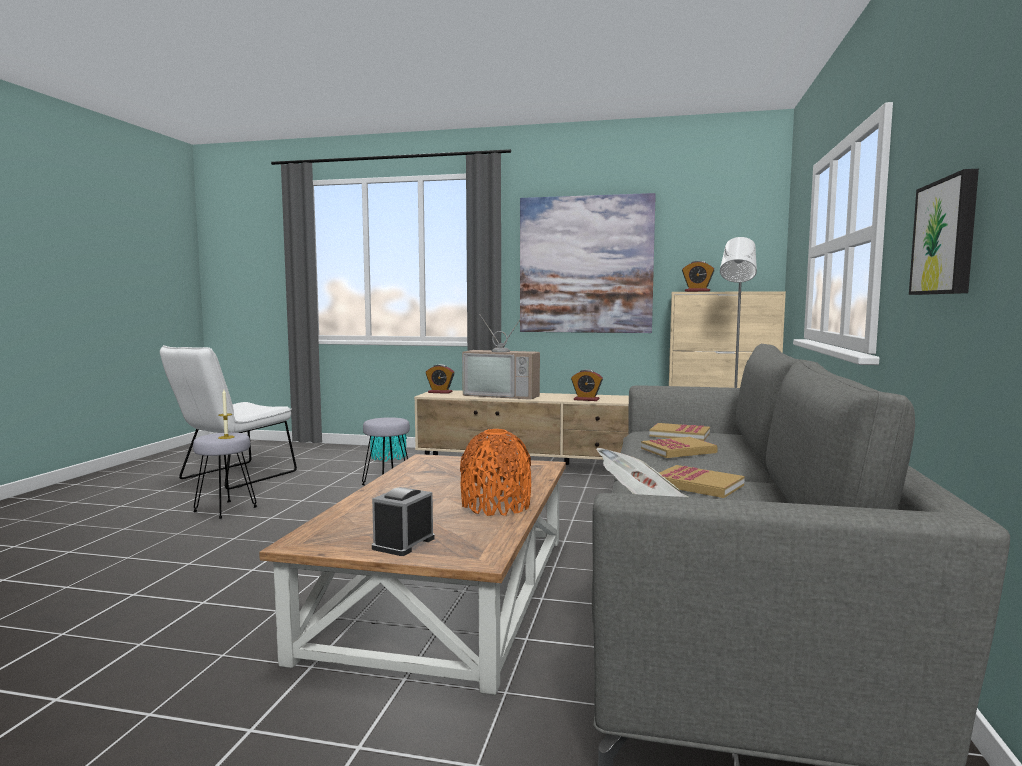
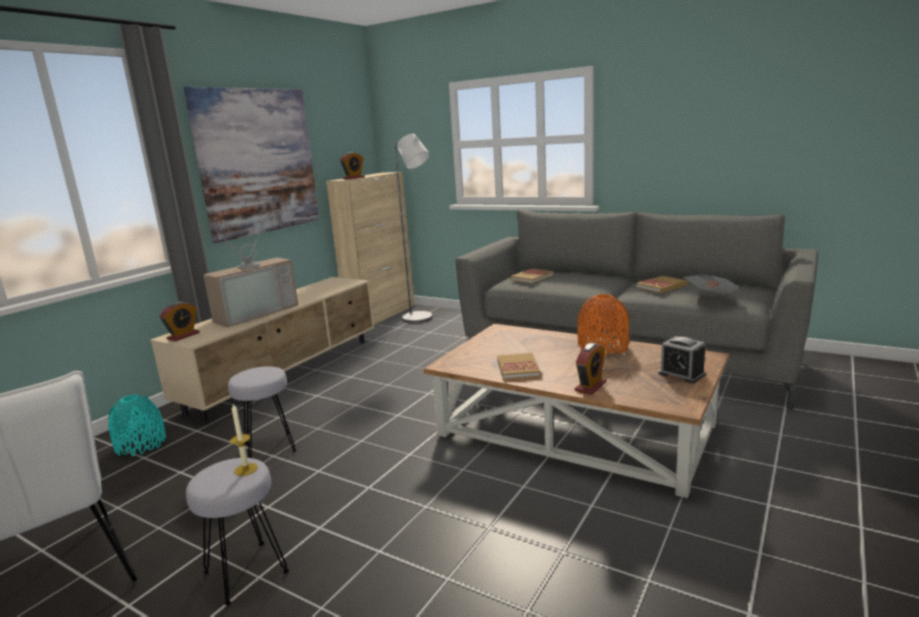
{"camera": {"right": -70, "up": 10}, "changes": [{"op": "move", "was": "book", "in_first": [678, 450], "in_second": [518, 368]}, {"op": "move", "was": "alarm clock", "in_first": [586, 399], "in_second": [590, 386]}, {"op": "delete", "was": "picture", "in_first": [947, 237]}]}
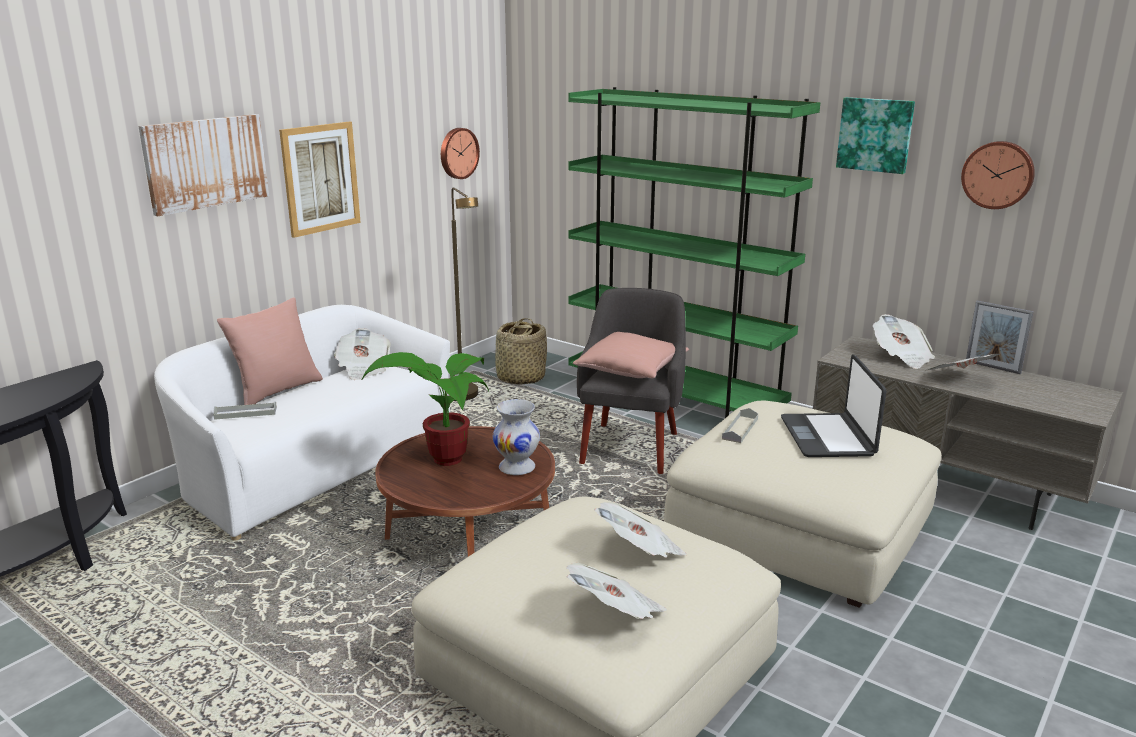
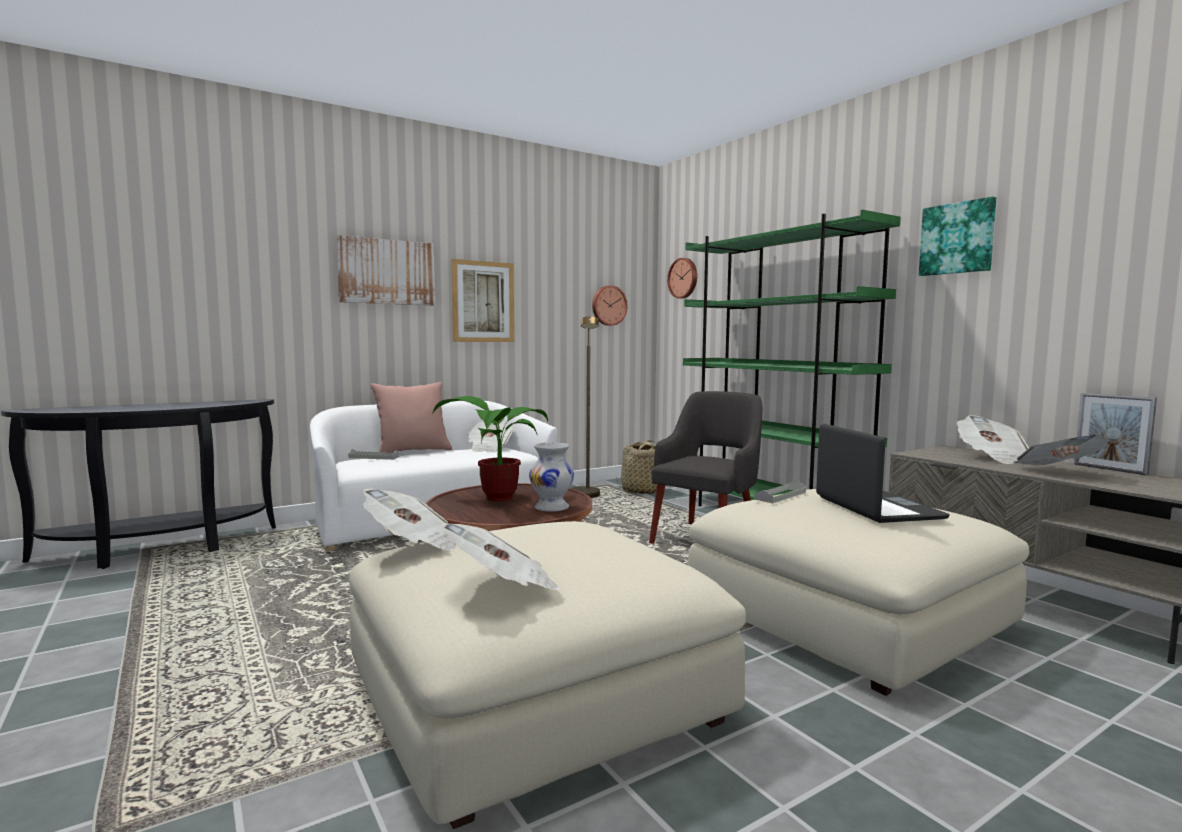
{"camera": {"right": 20, "up": -15}, "changes": [{"op": "move", "was": "newspaper", "in_first": [640, 551], "in_second": [414, 544]}, {"op": "move", "was": "wall clock", "in_first": [998, 174], "in_second": [683, 278]}, {"op": "rotate", "was": "laptop", "in_first": [828, 437], "in_second": [876, 508], "clockwise": 150}, {"op": "delete", "was": "pink pillow", "in_first": [631, 370]}]}
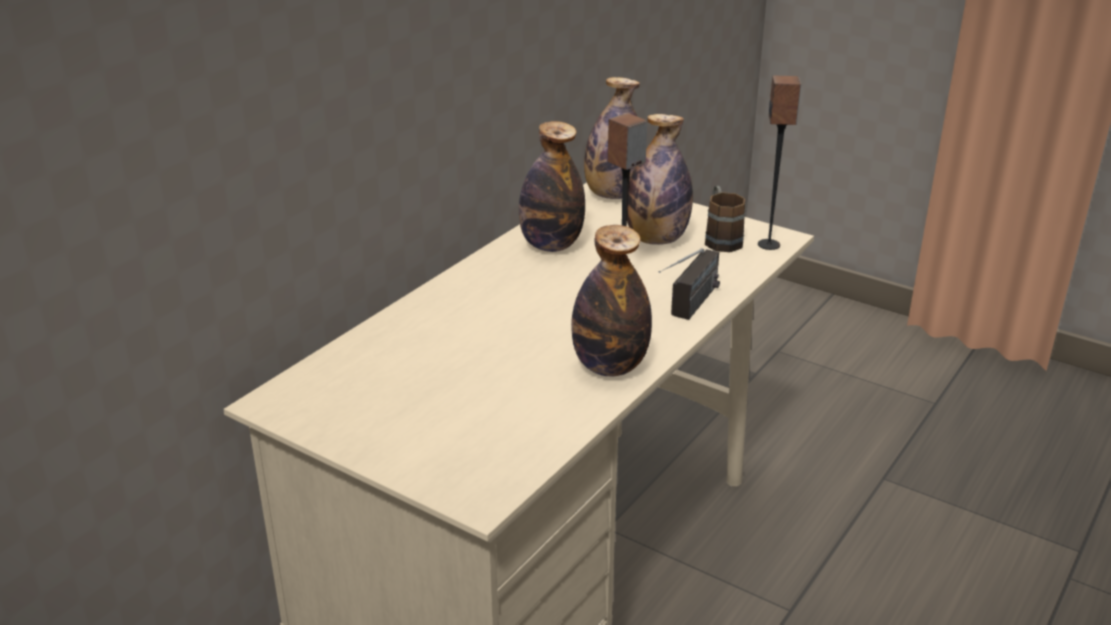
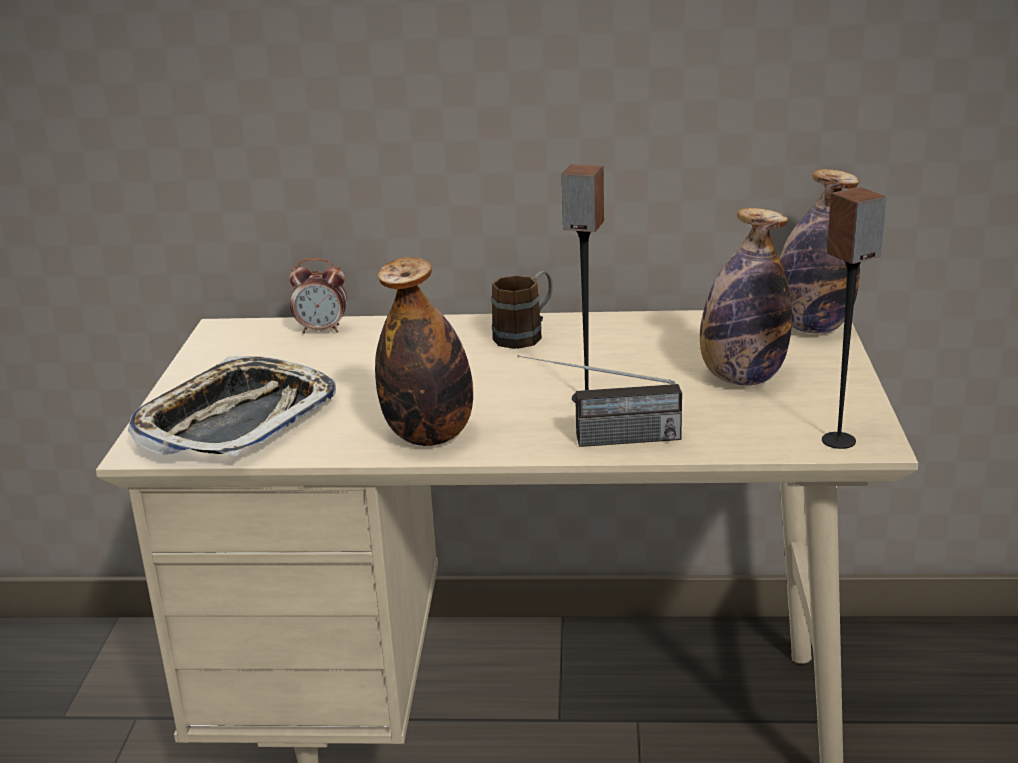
{"camera": {"right": 60, "up": -5}, "changes": [{"op": "insert", "now": "tray", "in_second": [236, 420]}, {"op": "insert", "now": "alarm clock", "in_second": [322, 330]}, {"op": "move", "was": "brown mug", "in_first": [720, 238], "in_second": [526, 335]}, {"op": "delete", "was": "bottle", "in_first": [551, 245]}]}
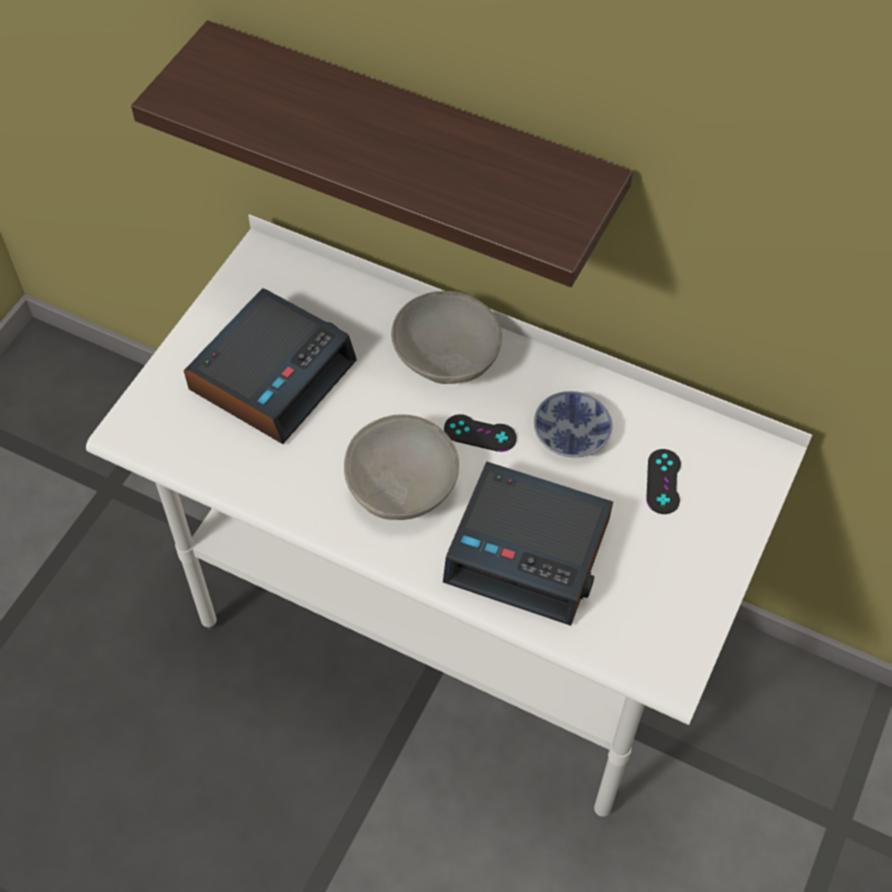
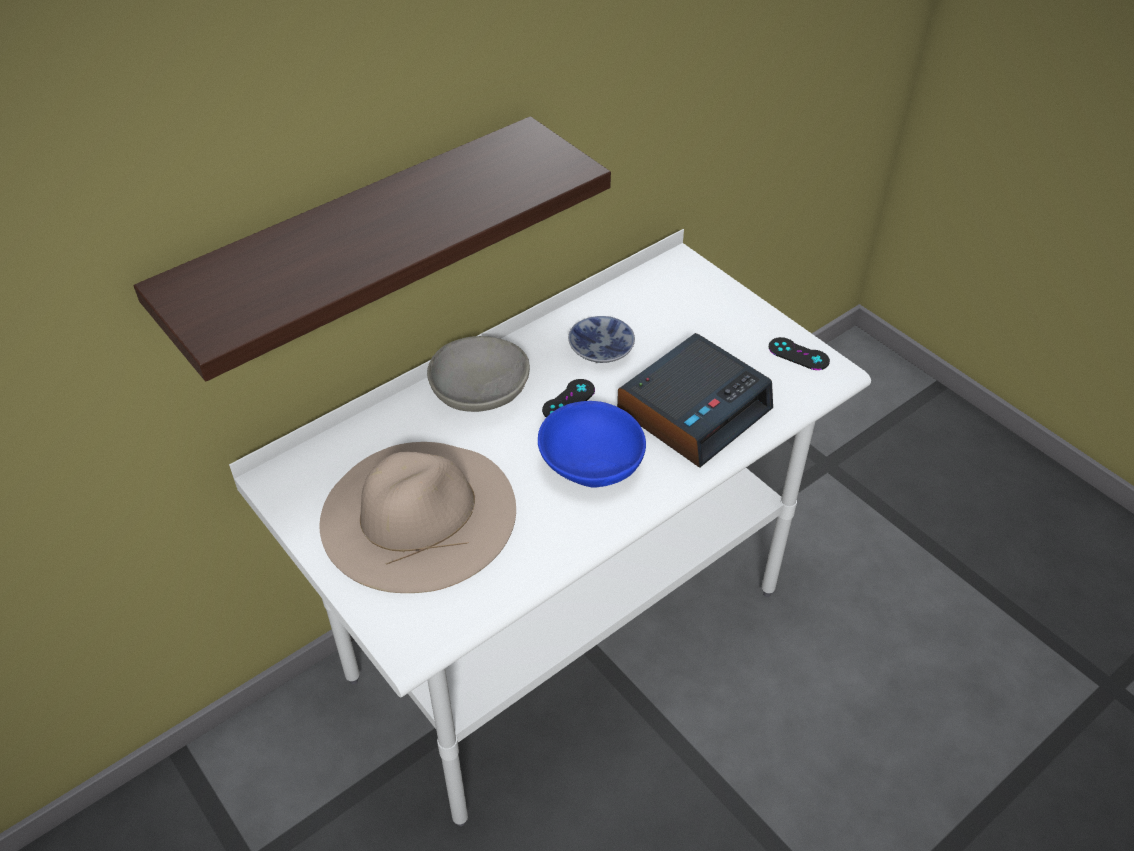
{"camera": {"right": -65, "up": -10}, "changes": [{"op": "replace", "was": "alarm clock", "now": "beige hat", "in_first": [272, 374], "in_second": [418, 514]}, {"op": "recolor", "was": "grey bowl", "now": "blue bowl", "in_first": [403, 486], "in_second": [592, 463]}, {"op": "move", "was": "black game controller", "in_first": [663, 481], "in_second": [798, 354]}]}
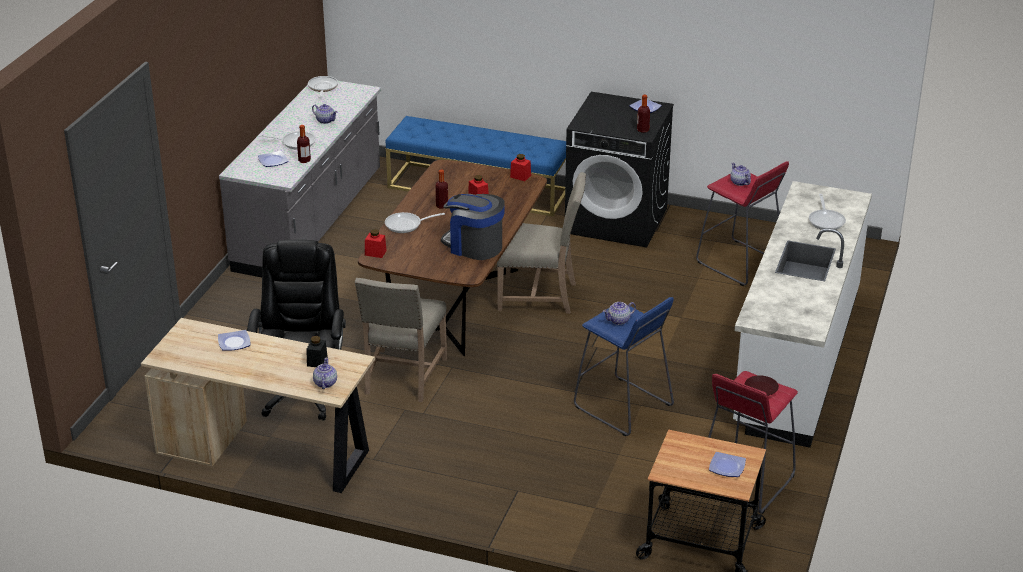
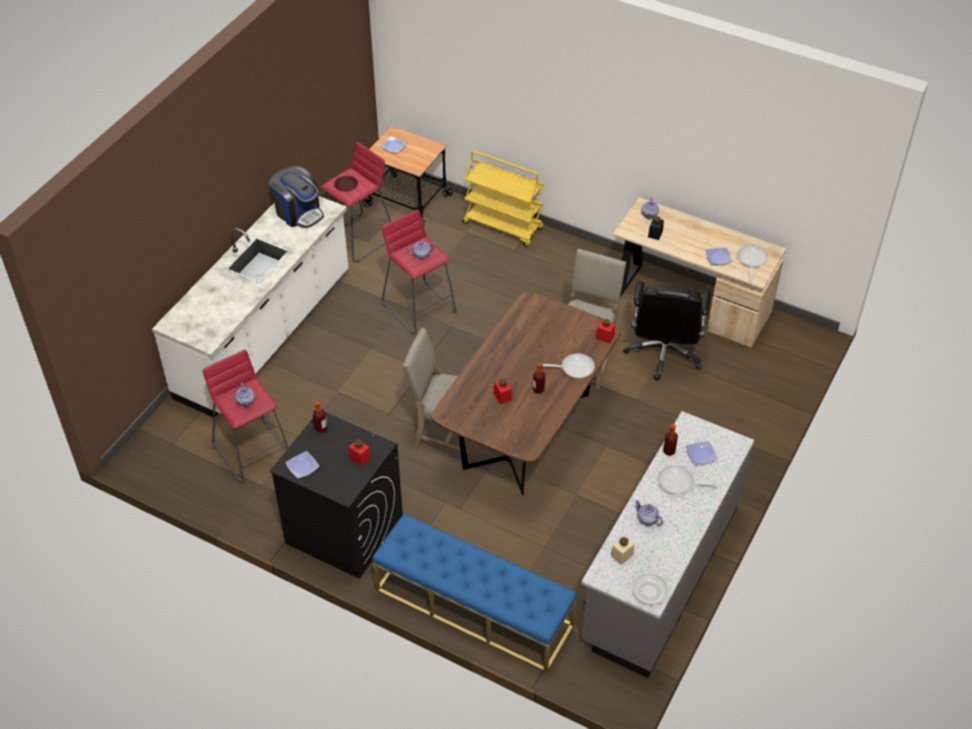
{"camera": {"right": -170, "up": 15}, "changes": [{"op": "move", "was": "coffee machine", "in_first": [474, 246], "in_second": [298, 213]}, {"op": "move", "was": "red jar", "in_first": [520, 176], "in_second": [360, 458]}, {"op": "recolor", "was": "blue stool", "now": "red stool", "in_first": [623, 407], "in_second": [419, 307]}, {"op": "insert", "now": "yellow cart", "in_second": [503, 226]}, {"op": "insert", "now": "beige jar", "in_second": [622, 555]}, {"op": "move", "was": "frying pan", "in_first": [826, 220], "in_second": [751, 260]}]}
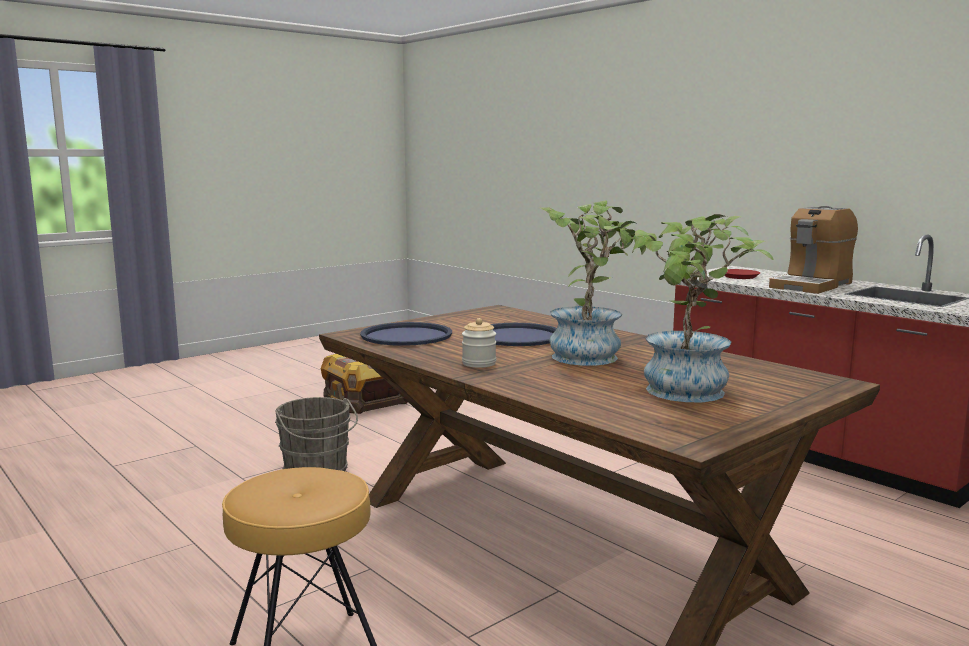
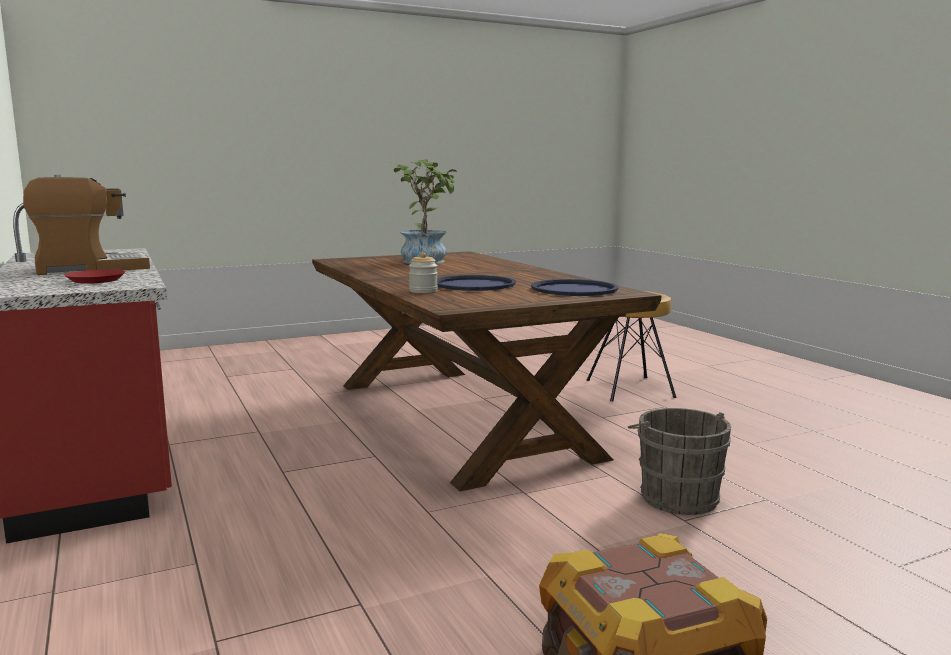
{"camera": {"right": -165, "up": 0}, "changes": [{"op": "move", "was": "jar", "in_first": [479, 363], "in_second": [423, 291]}, {"op": "delete", "was": "potted plant", "in_first": [591, 355]}]}
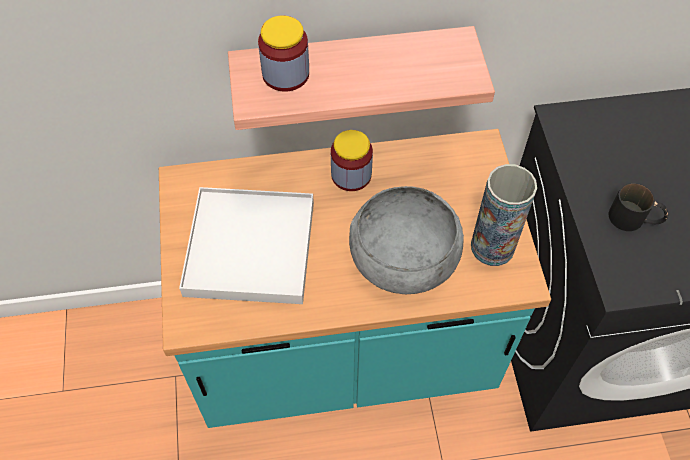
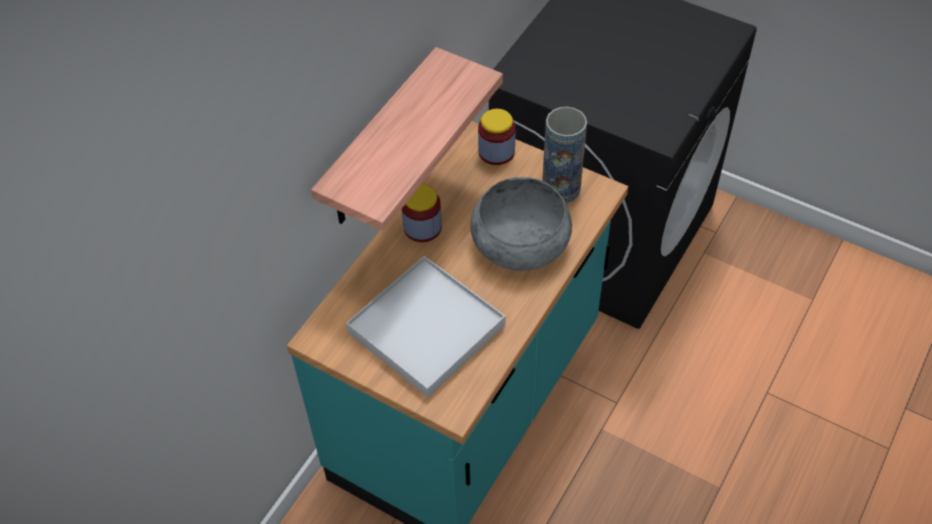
{"camera": {"right": -50, "up": -5}, "changes": [{"op": "move", "was": "jar", "in_first": [285, 74], "in_second": [496, 152]}, {"op": "delete", "was": "black mug", "in_first": [635, 219]}]}
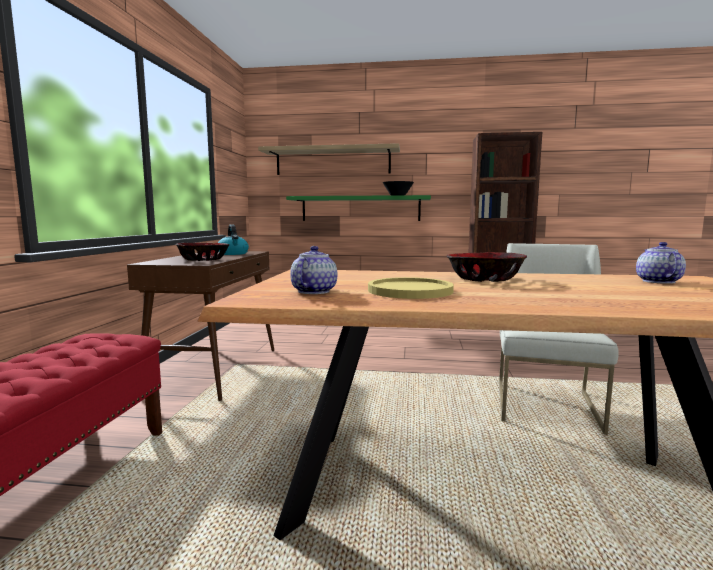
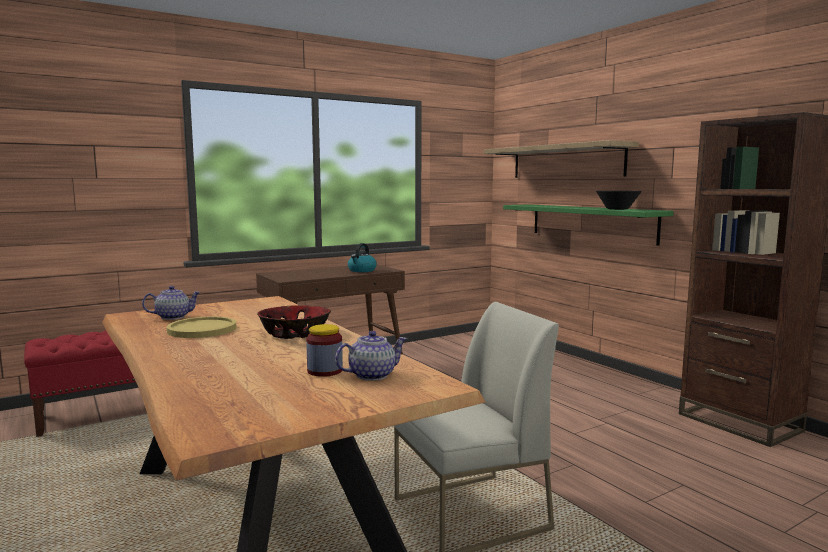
{"camera": {"right": 50, "up": 0}, "changes": [{"op": "insert", "now": "jar", "in_second": [325, 371]}, {"op": "delete", "was": "bowl", "in_first": [204, 259]}]}
